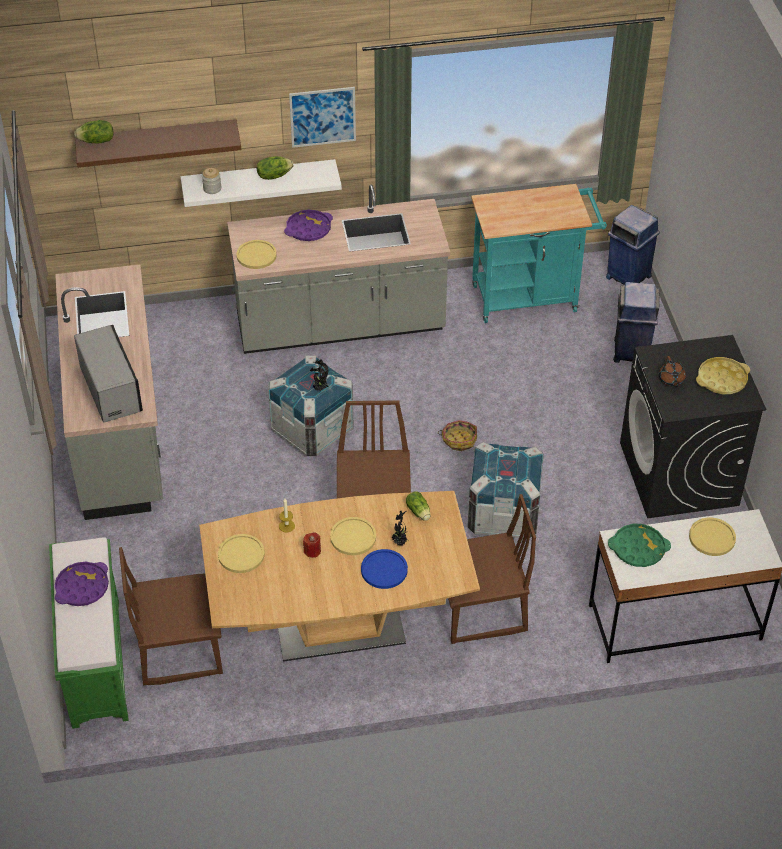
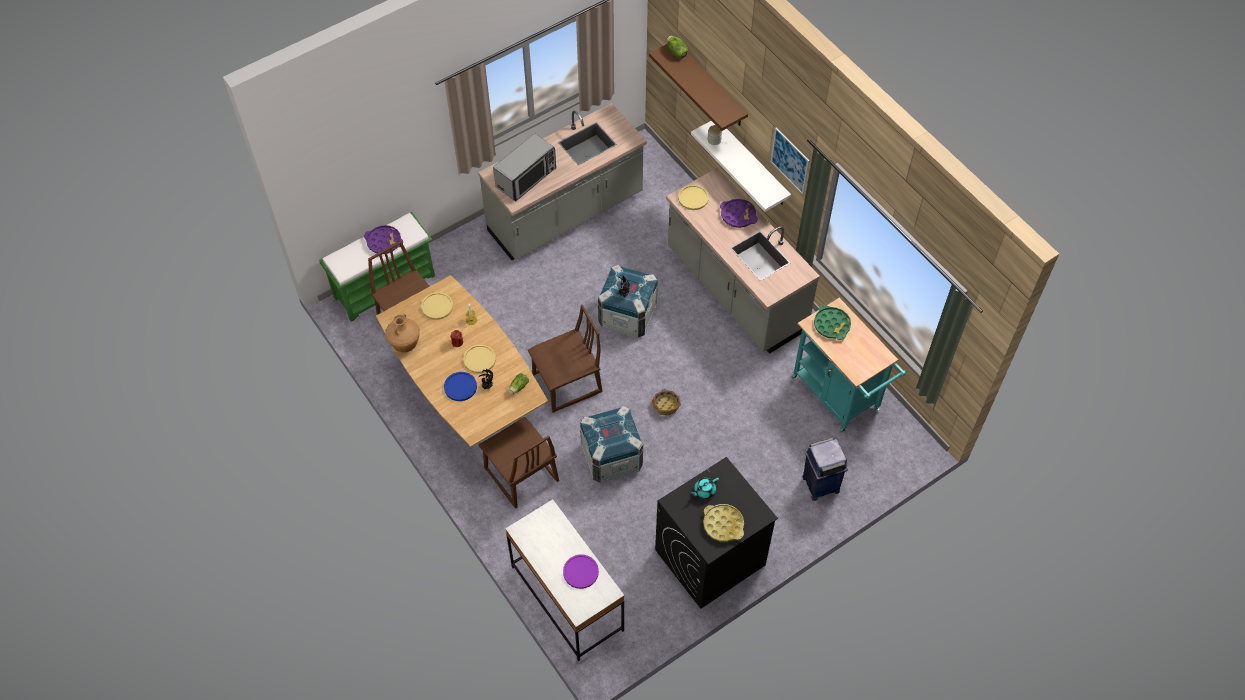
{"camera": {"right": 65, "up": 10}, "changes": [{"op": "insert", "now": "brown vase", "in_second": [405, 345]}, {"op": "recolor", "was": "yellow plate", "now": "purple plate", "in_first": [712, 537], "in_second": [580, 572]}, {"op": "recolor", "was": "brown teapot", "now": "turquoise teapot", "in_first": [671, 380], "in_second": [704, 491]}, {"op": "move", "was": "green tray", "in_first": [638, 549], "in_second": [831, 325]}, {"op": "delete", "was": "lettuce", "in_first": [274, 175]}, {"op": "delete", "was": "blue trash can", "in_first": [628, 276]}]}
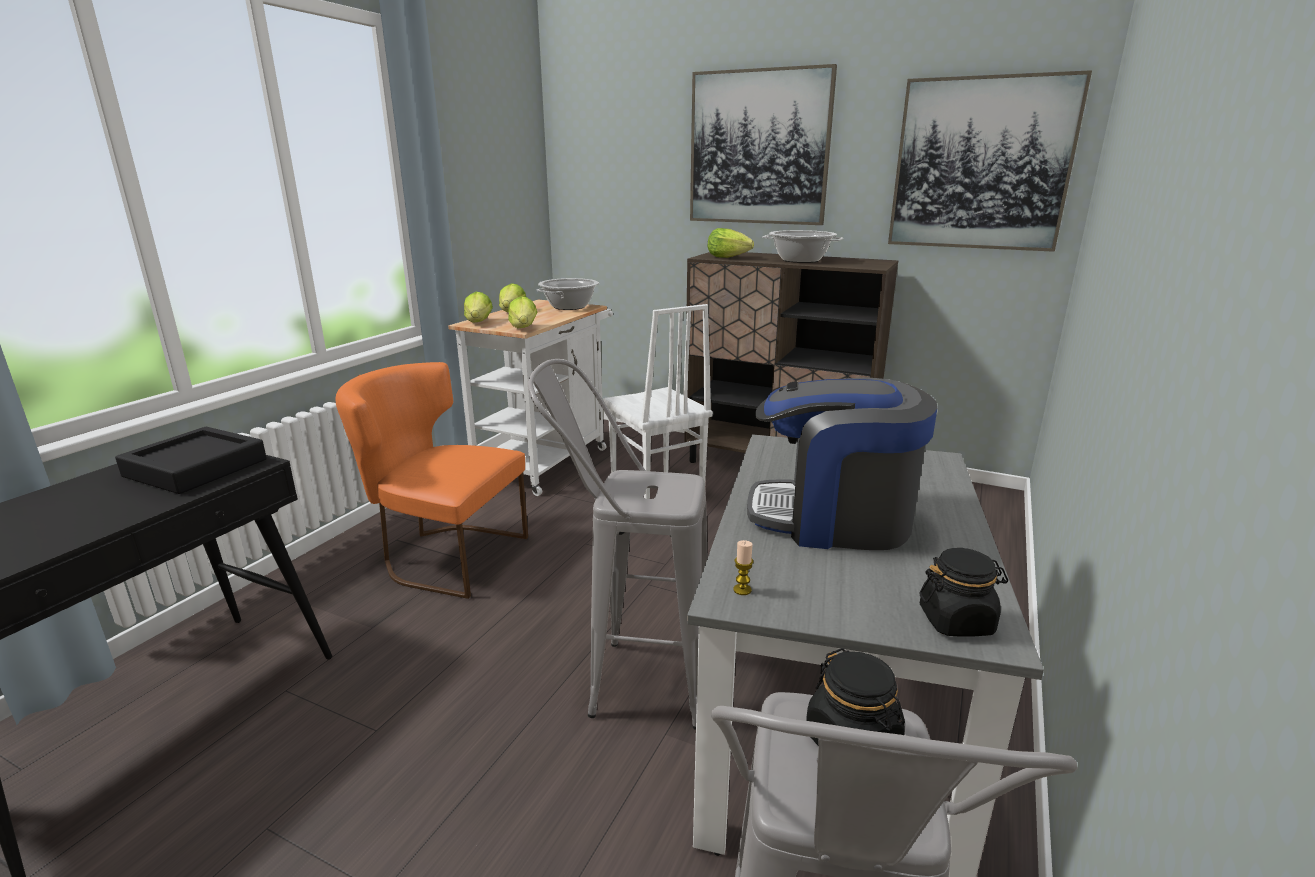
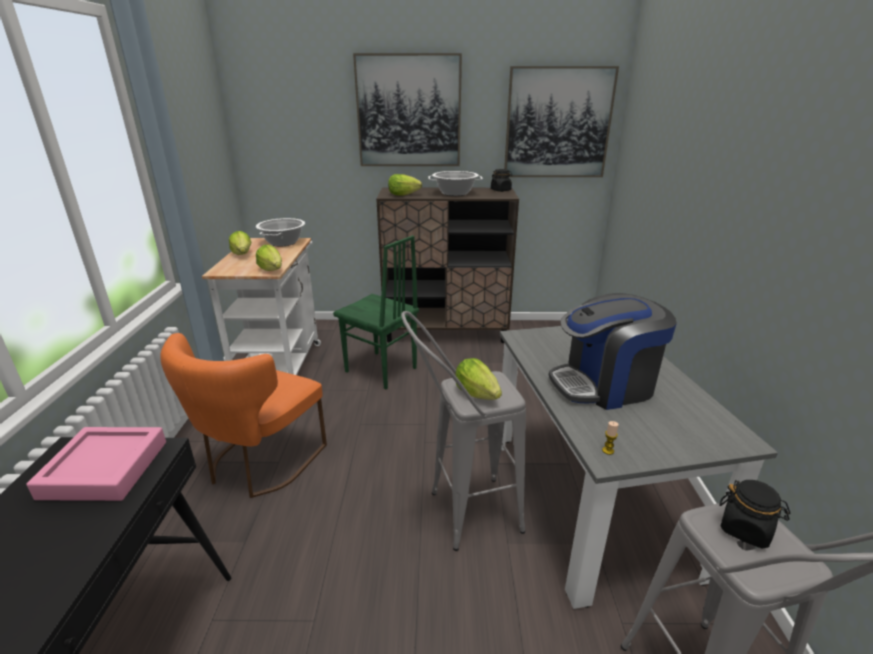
{"camera": {"right": -25, "up": 5}, "changes": [{"op": "recolor", "was": "black tray", "now": "pink tray", "in_first": [196, 468], "in_second": [105, 469]}, {"op": "rotate", "was": "orange chair", "in_first": [445, 556], "in_second": [259, 464], "clockwise": -60}, {"op": "recolor", "was": "white chair", "now": "green chair", "in_first": [656, 491], "in_second": [380, 370]}, {"op": "move", "was": "lettuce", "in_first": [479, 322], "in_second": [477, 393]}, {"op": "move", "was": "black jar", "in_first": [956, 621], "in_second": [501, 190]}]}
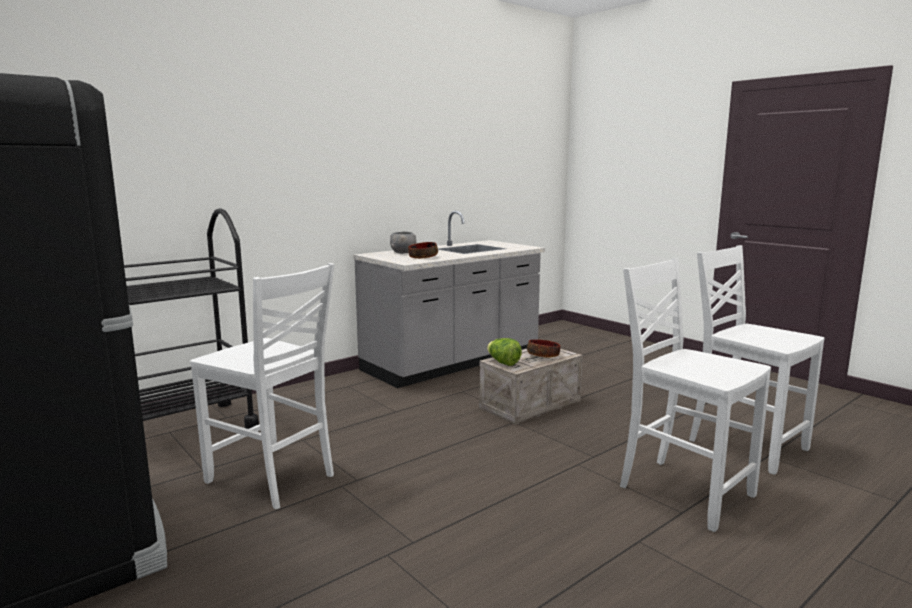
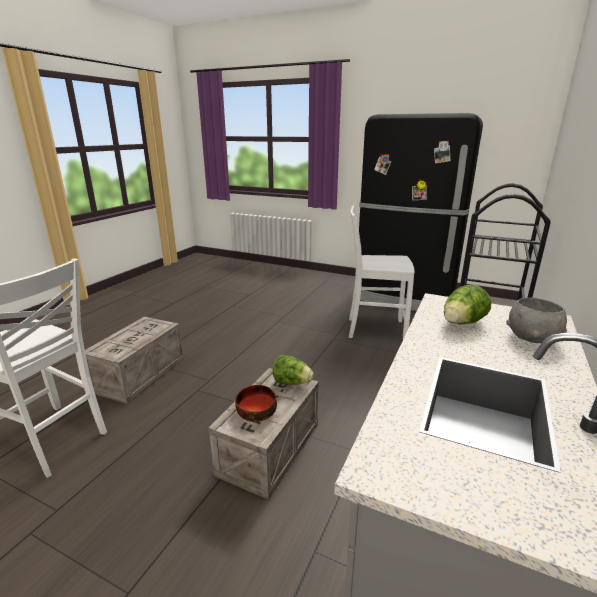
{"camera": {"right": 155, "up": 10}, "changes": [{"op": "replace", "was": "white chair", "now": "crate", "in_first": [683, 491], "in_second": [139, 376]}, {"op": "replace", "was": "bowl", "now": "lettuce", "in_first": [422, 257], "in_second": [462, 323]}]}
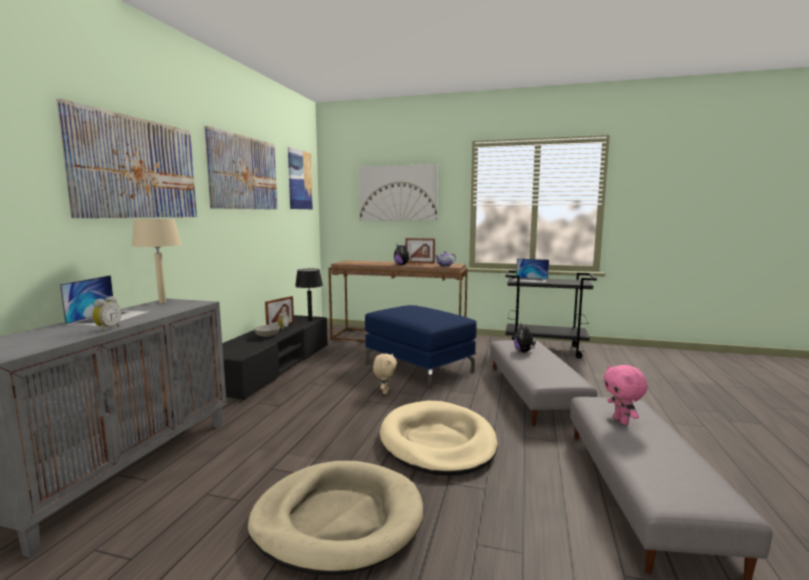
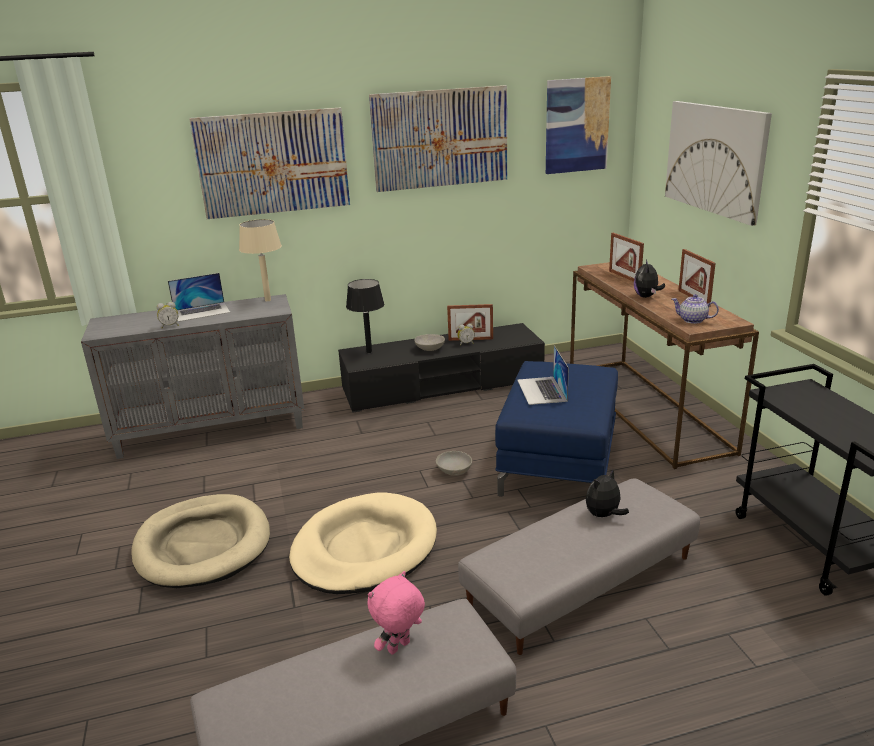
{"camera": {"right": 60, "up": 15}, "changes": [{"op": "move", "was": "black table lamp", "in_first": [310, 320], "in_second": [369, 351]}, {"op": "replace", "was": "beige plush toy", "now": "grey bowl", "in_first": [384, 392], "in_second": [454, 471]}, {"op": "move", "was": "laptop", "in_first": [530, 280], "in_second": [542, 390]}, {"op": "insert", "now": "picture frame", "in_second": [624, 277]}]}
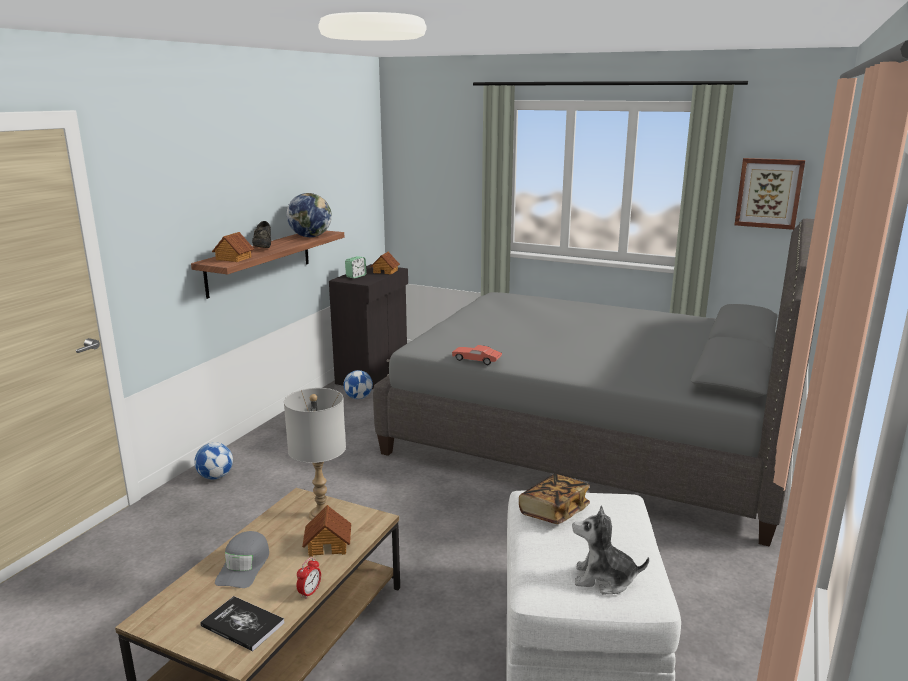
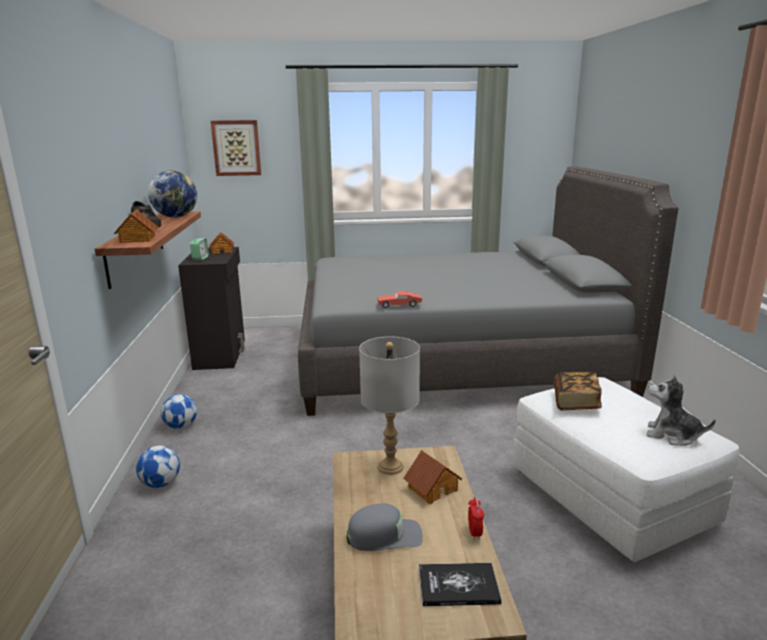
{"camera": {"right": -30, "up": 0}, "changes": [{"op": "move", "was": "football", "in_first": [358, 398], "in_second": [181, 426]}, {"op": "move", "was": "picture", "in_first": [769, 193], "in_second": [236, 148]}, {"op": "rotate", "was": "grey cap", "in_first": [244, 566], "in_second": [384, 536], "clockwise": -75}, {"op": "rotate", "was": "plush toy", "in_first": [604, 579], "in_second": [672, 435], "clockwise": 45}]}
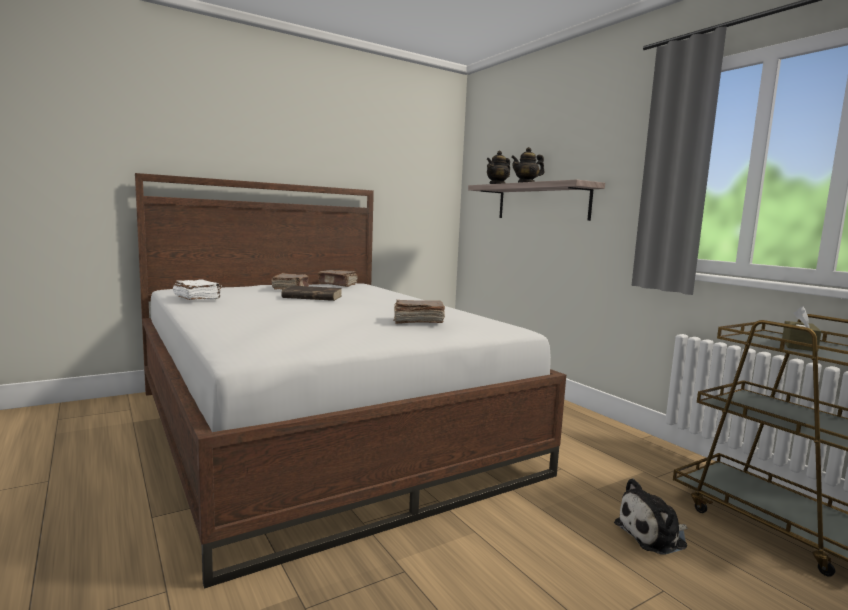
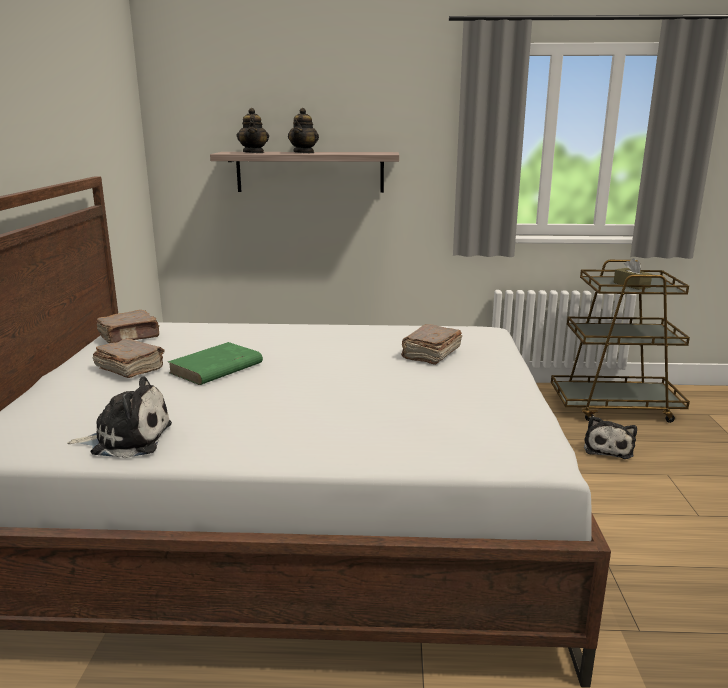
{"camera": {"right": -55, "up": 10}, "changes": [{"op": "replace", "was": "white book", "now": "plush toy", "in_first": [197, 298], "in_second": [127, 439]}, {"op": "recolor", "was": "brown book", "now": "green book", "in_first": [312, 297], "in_second": [216, 368]}]}
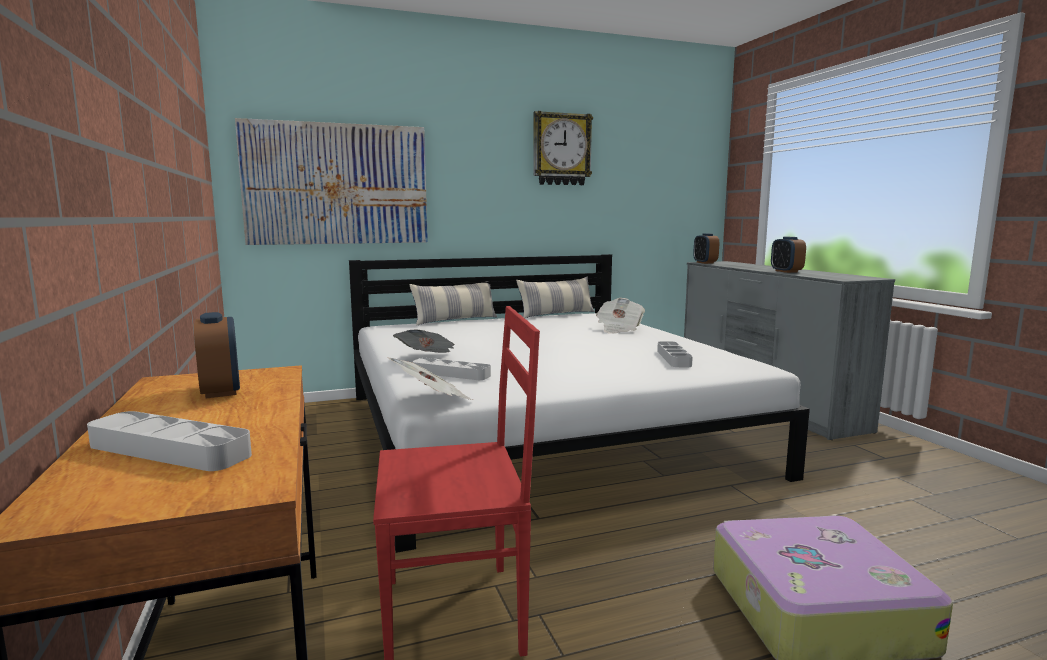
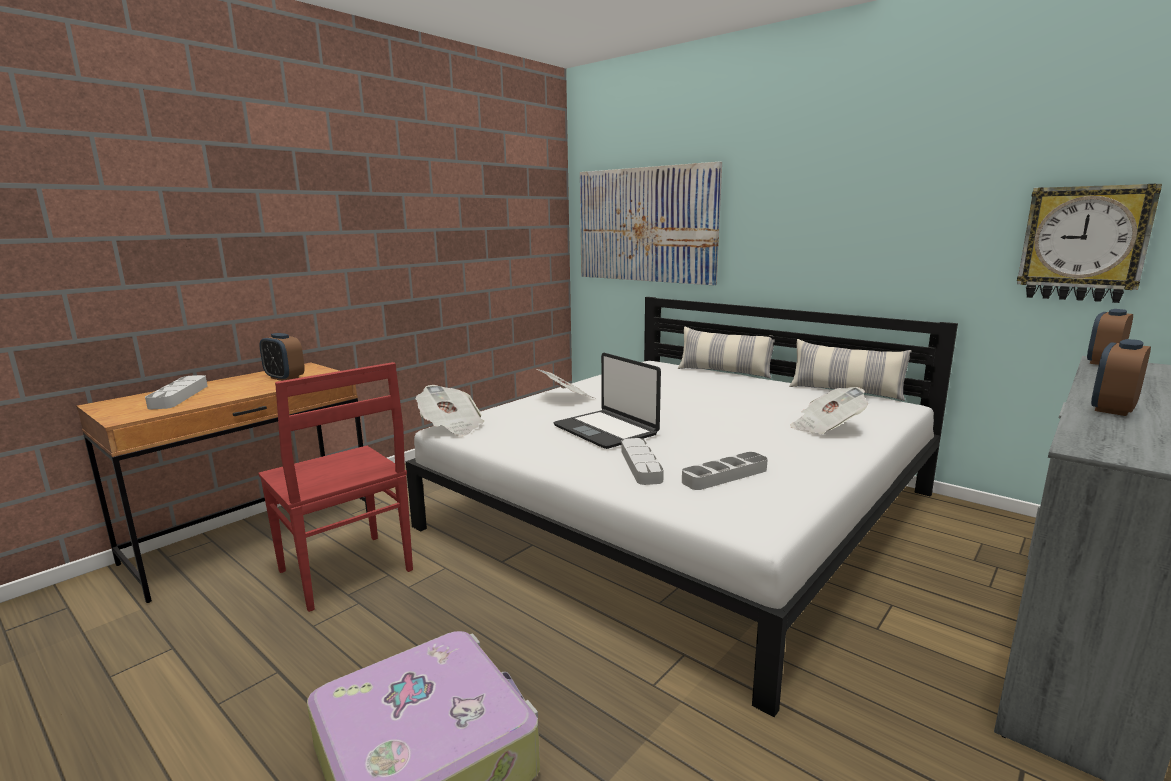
{"camera": {"right": 60, "up": 5}, "changes": [{"op": "rotate", "was": "alarm clock", "in_first": [221, 391], "in_second": [284, 378], "clockwise": 90}, {"op": "insert", "now": "laptop", "in_second": [606, 430]}, {"op": "move", "was": "grey tray", "in_first": [451, 373], "in_second": [641, 465]}, {"op": "move", "was": "wall clock", "in_first": [561, 149], "in_second": [1083, 244]}]}
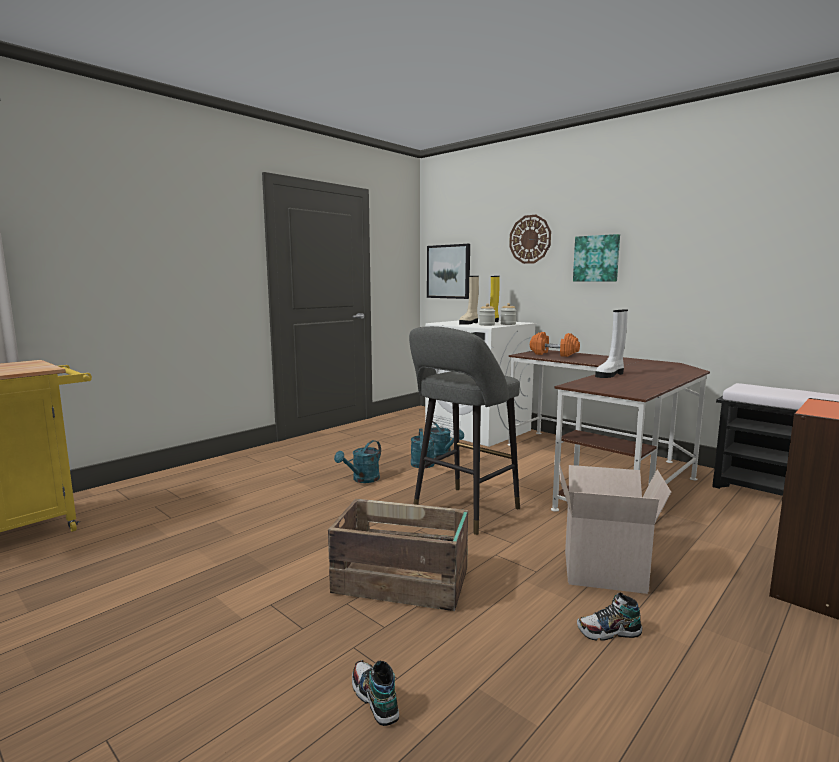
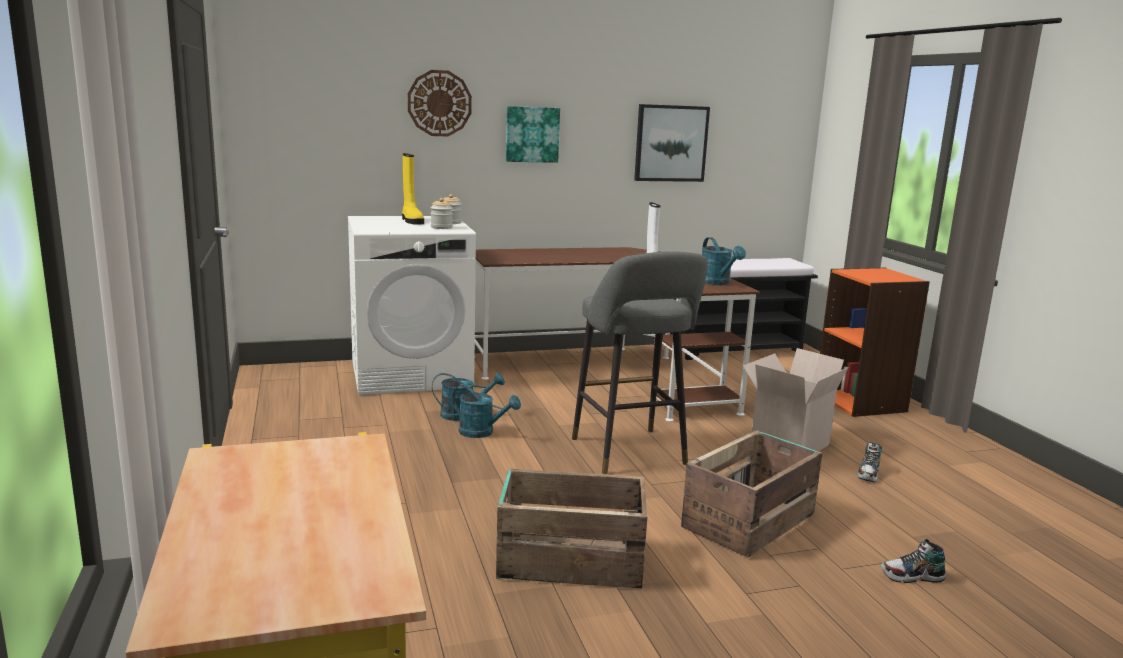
{"camera": {"right": -60, "up": 5}, "changes": [{"op": "insert", "now": "crate", "in_second": [568, 560]}, {"op": "move", "was": "picture", "in_first": [449, 271], "in_second": [670, 143]}, {"op": "move", "was": "turquoise watering can", "in_first": [362, 480], "in_second": [718, 283]}, {"op": "delete", "was": "beige boot", "in_first": [469, 323]}, {"op": "delete", "was": "orange dumbbell", "in_first": [554, 354]}]}
